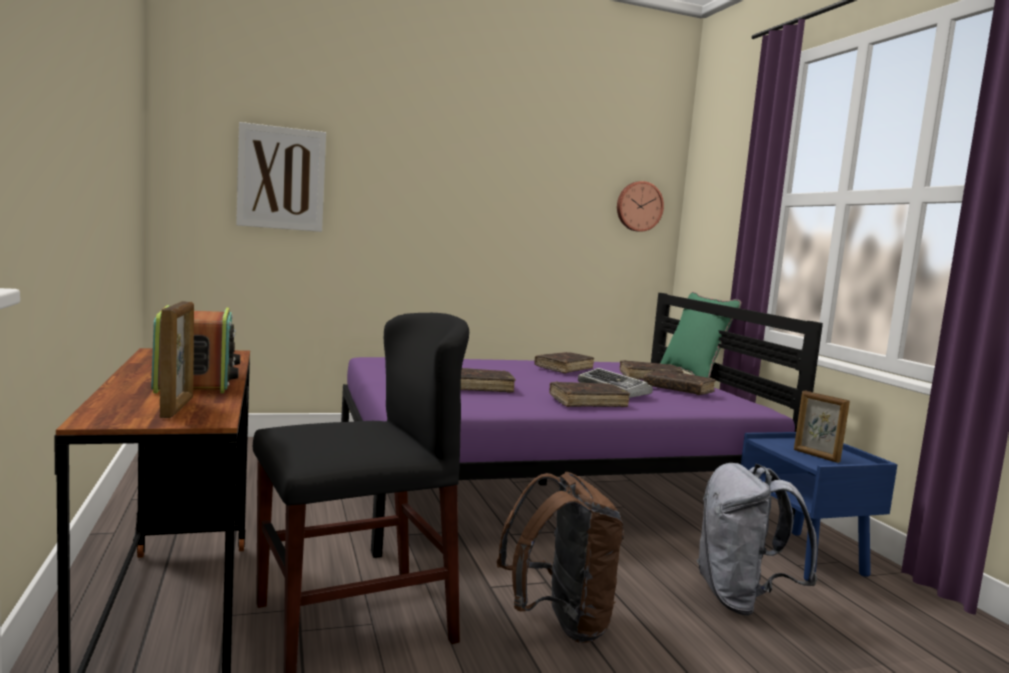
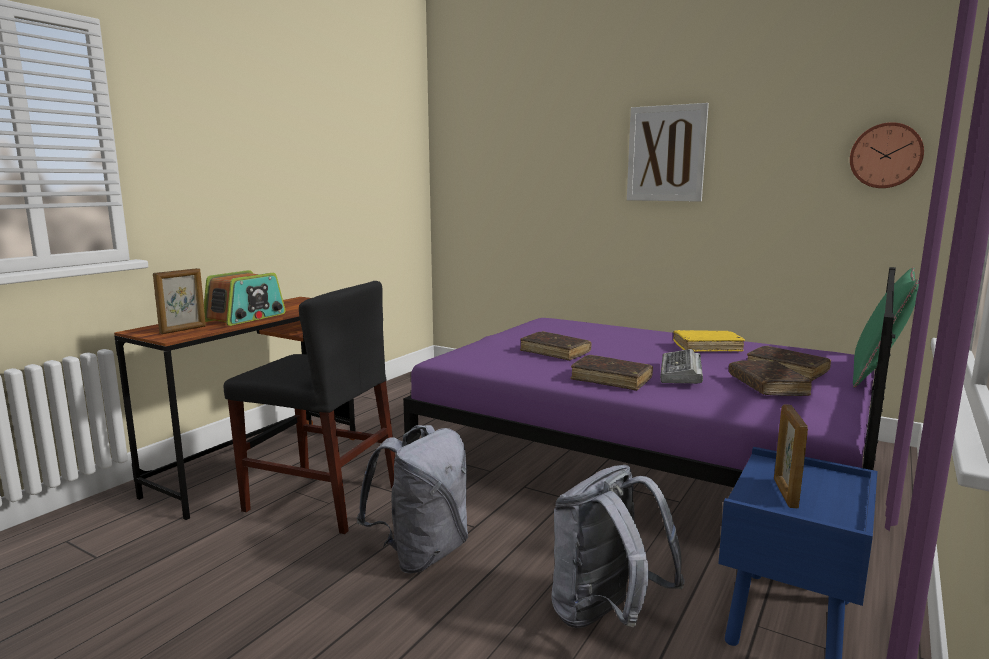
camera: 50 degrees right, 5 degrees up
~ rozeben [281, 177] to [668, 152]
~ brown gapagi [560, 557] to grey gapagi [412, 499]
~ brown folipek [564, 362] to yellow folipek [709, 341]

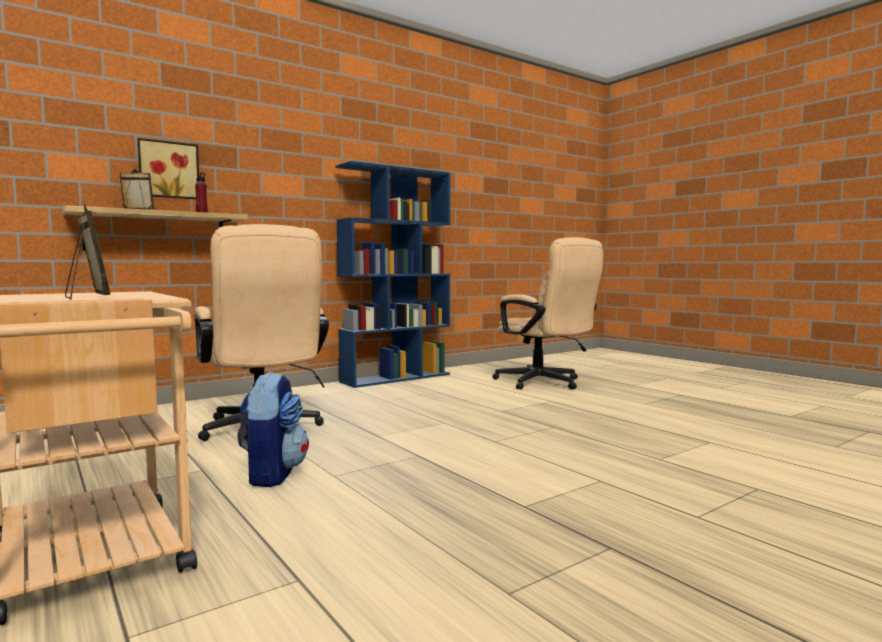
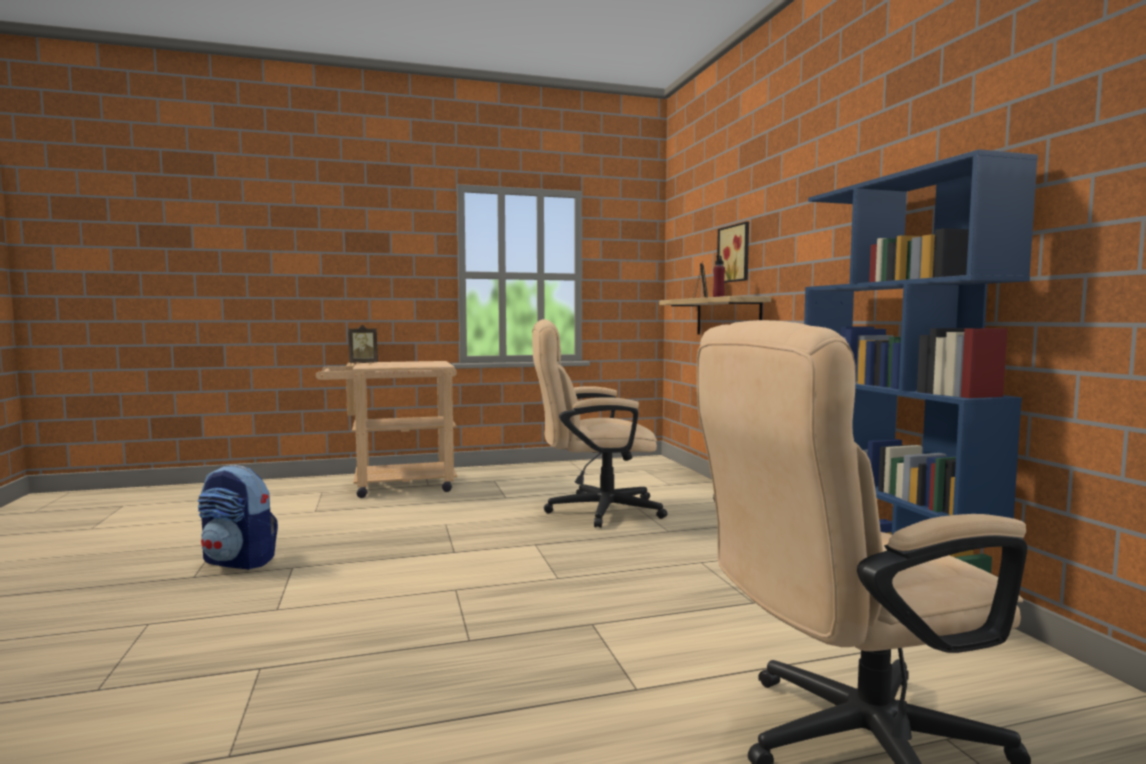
camera: 110 degrees right, 0 degrees up
~ gapagi [273, 429] to [237, 517]

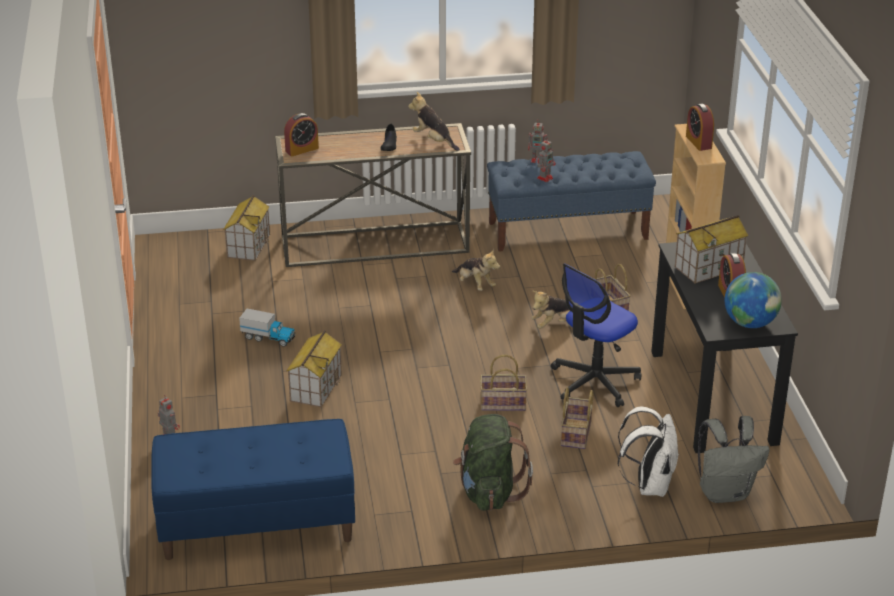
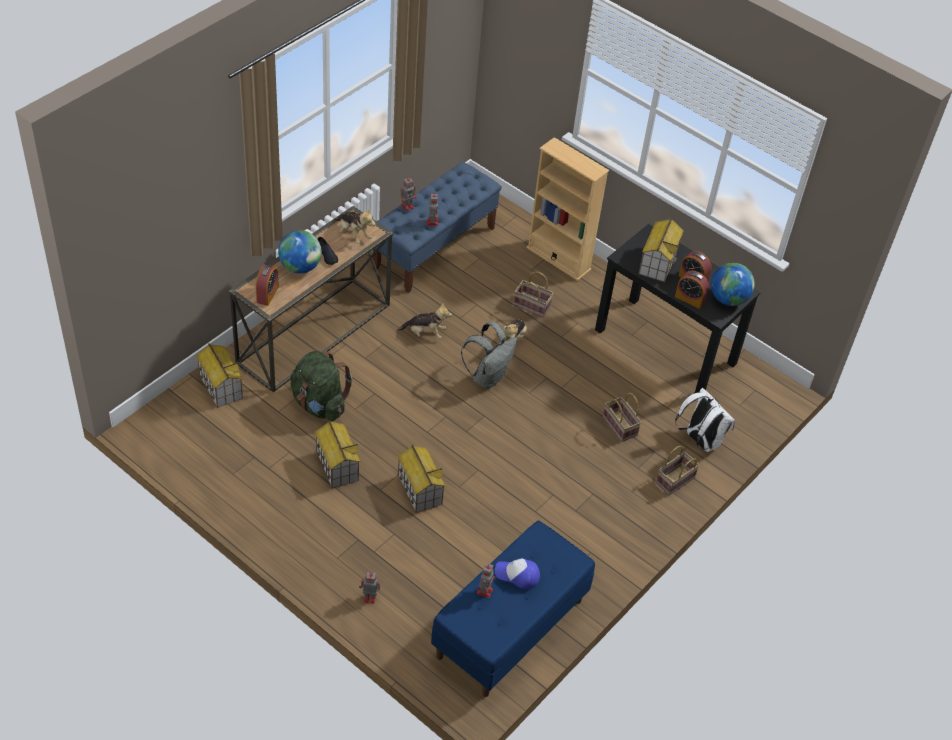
camera: 45 degrees left, 15 degrees up
~ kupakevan [267, 328] to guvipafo [337, 455]
~ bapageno [434, 121] = [355, 226] 135 degrees counterclockwise
~ green gapagi [493, 462] to [321, 386]
~ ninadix [503, 383] to [678, 470]
- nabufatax [596, 335]
~ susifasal [700, 127] to [692, 290]
~ grey gapagi [733, 459] to [489, 355]
+ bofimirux [300, 252]
+ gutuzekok [486, 580]
+ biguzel [517, 573]

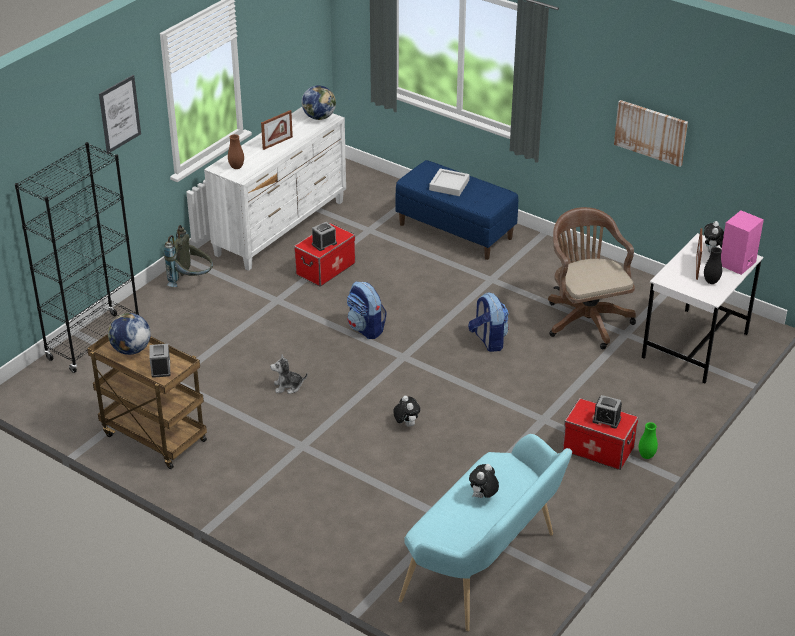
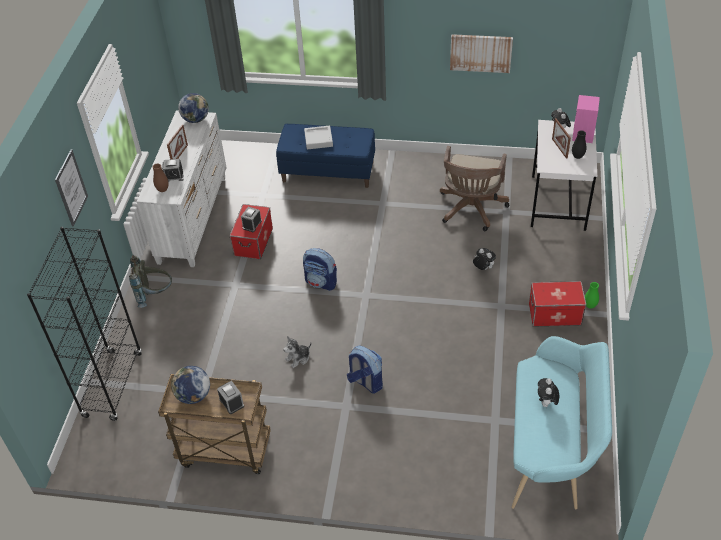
camera: 25 degrees left, 10 degrees up
~ bapageno [406, 411] to [484, 259]
~ gapagi [488, 322] to [365, 369]
~ brown nabufatax [592, 278] = [475, 188] 120 degrees counterclockwise
~ susifasal [607, 412] to [173, 170]

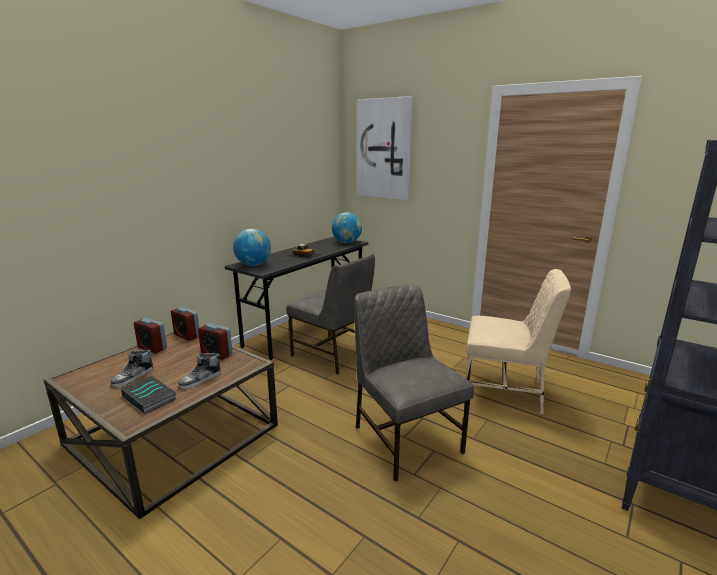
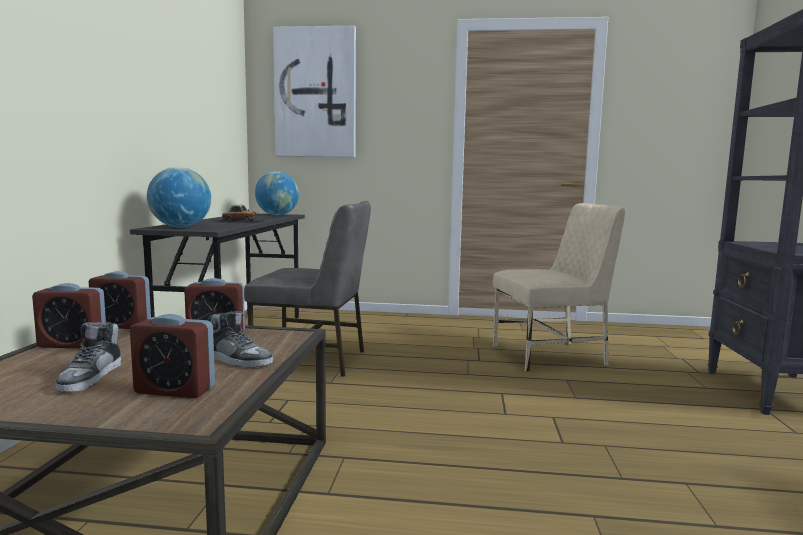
camera: 30 degrees left, 10 degrees down
~ folipek [148, 395] to susifasal [172, 356]
~ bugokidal [199, 371] = [240, 339] 75 degrees counterclockwise
- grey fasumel [414, 383]

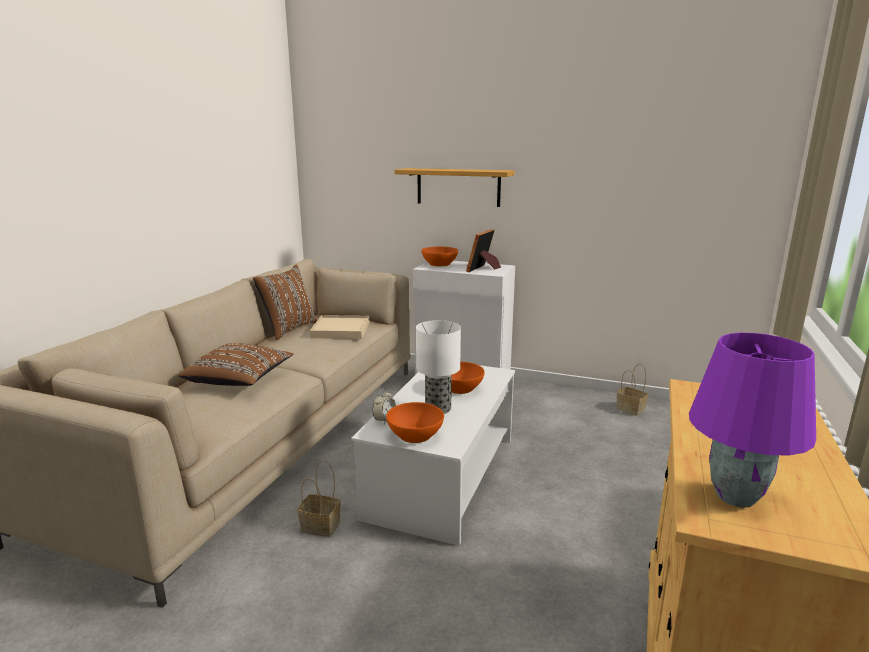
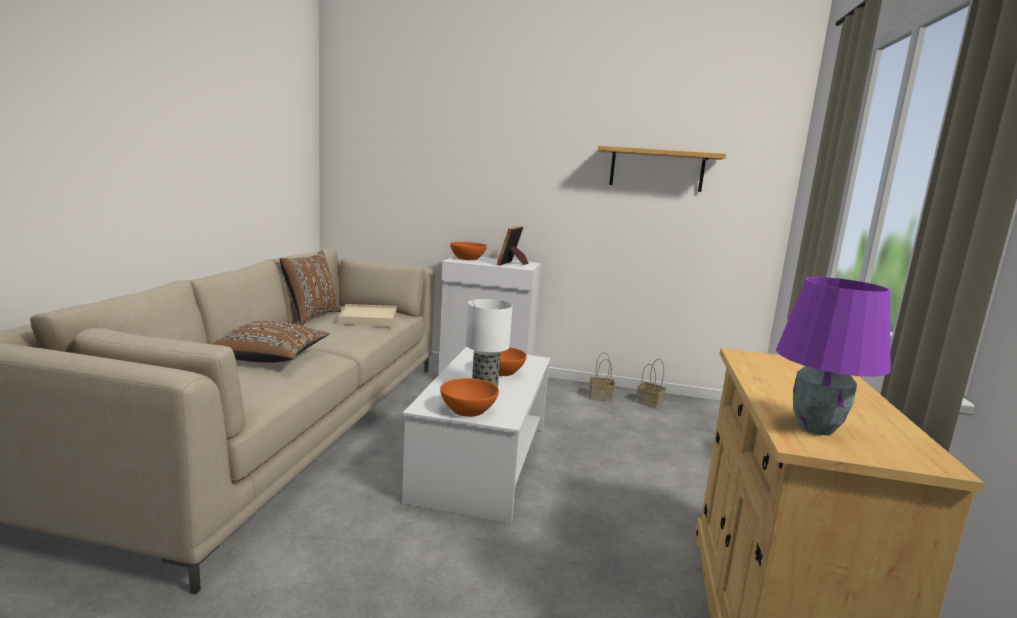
camera: 10 degrees left, 5 degrees down
~ ninadix [319, 498] to [602, 377]
- susifasal [384, 406]
~ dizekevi [454, 187] to [662, 169]

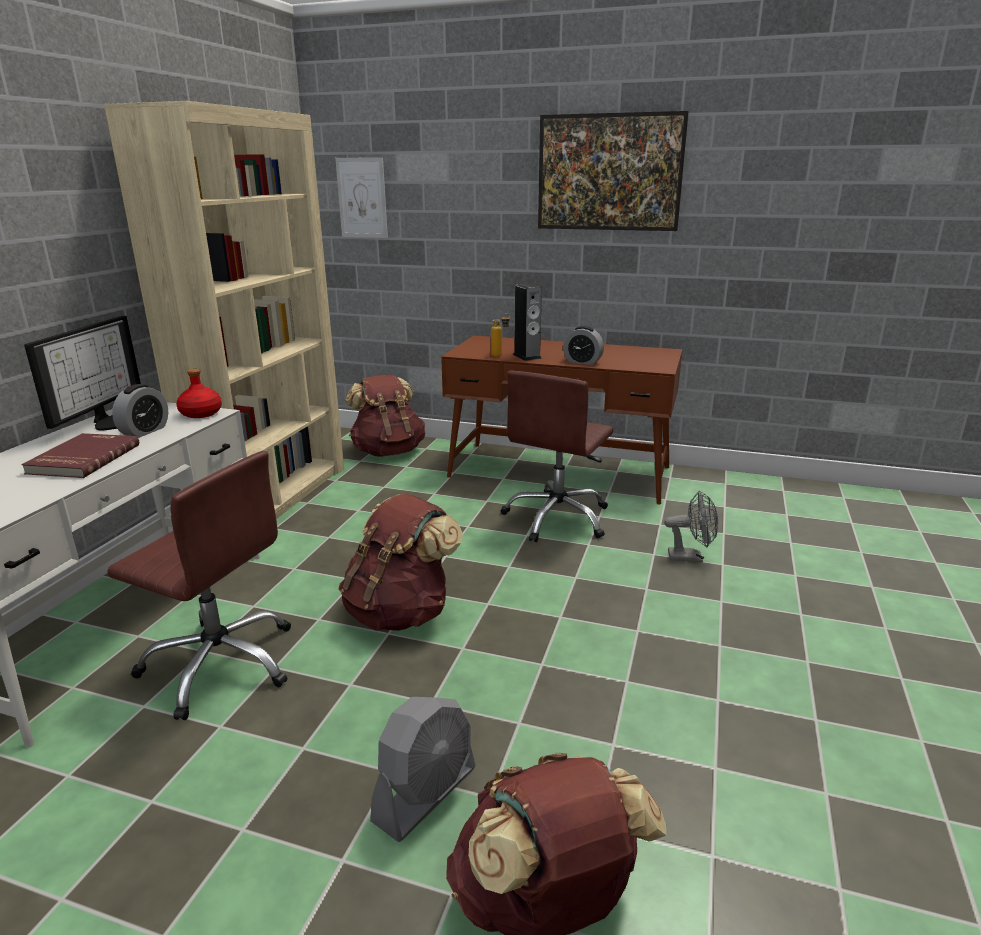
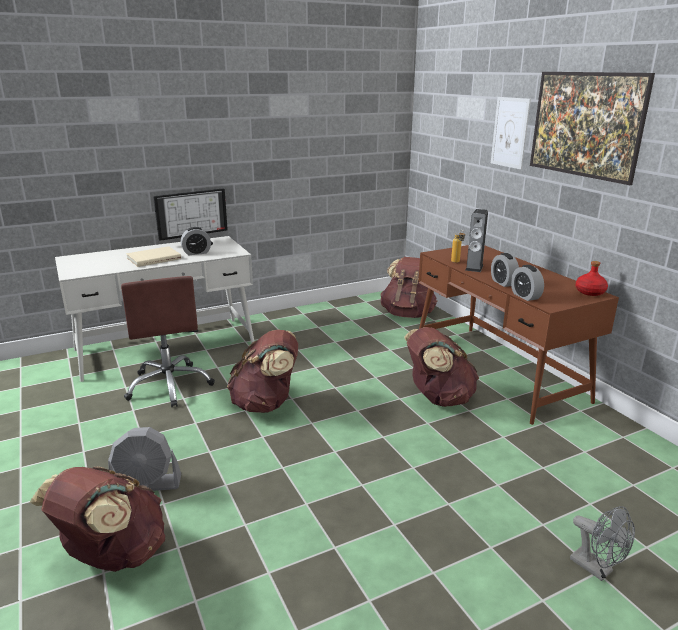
camera: 45 degrees right, 0 degrees up
~ red folipek [80, 455] to beige folipek [153, 256]
- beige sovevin [224, 310]
~ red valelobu [199, 393] to [591, 278]
~ rozeben [361, 197] to [511, 133]
~ brown nabufatax [557, 456] to brown gapagi [441, 367]
~ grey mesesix [691, 526] to [602, 543]
+ susifasal [527, 283]

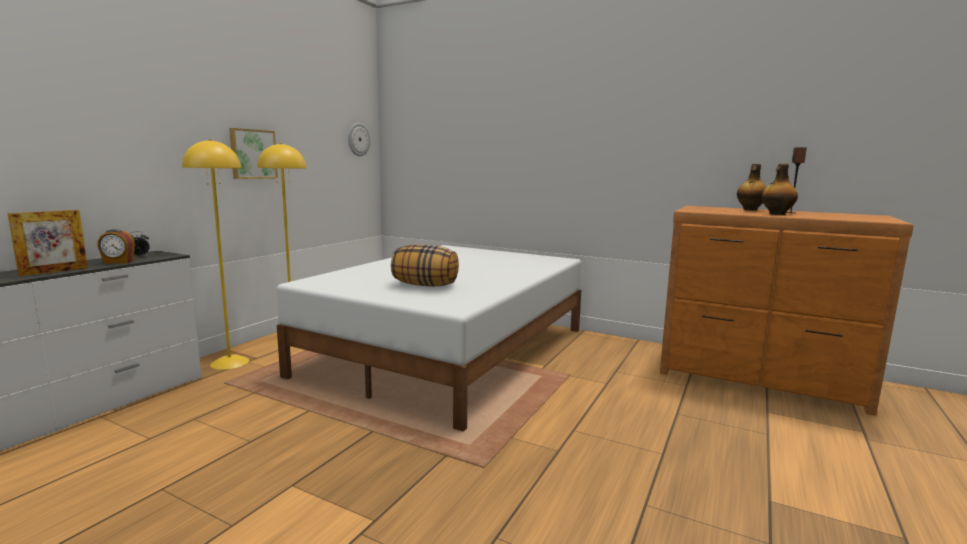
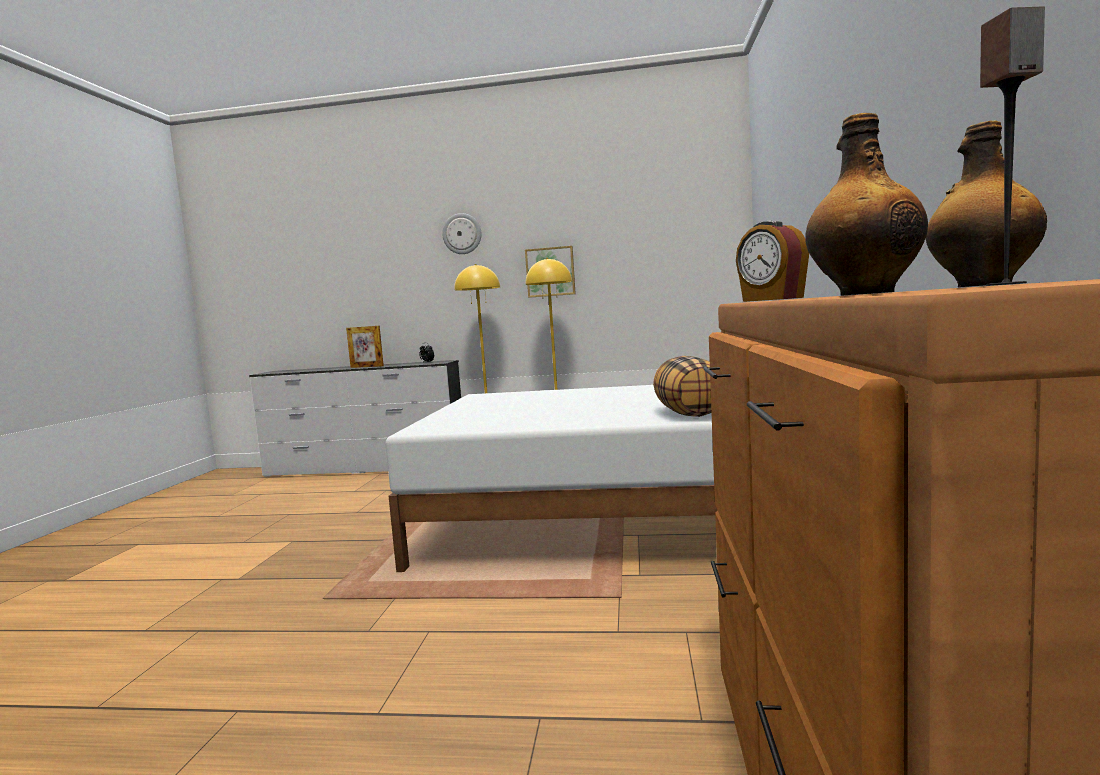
camera: 70 degrees right, 5 degrees down
~ susifasal [116, 246] to [772, 261]
~ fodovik [359, 139] to [461, 233]
~ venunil [425, 266] to [682, 386]

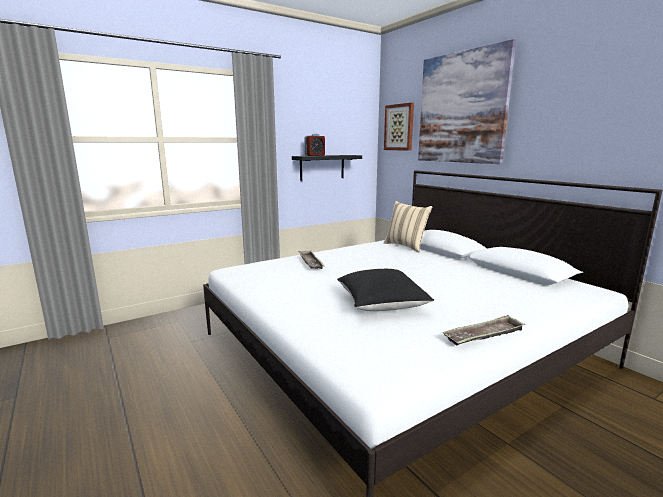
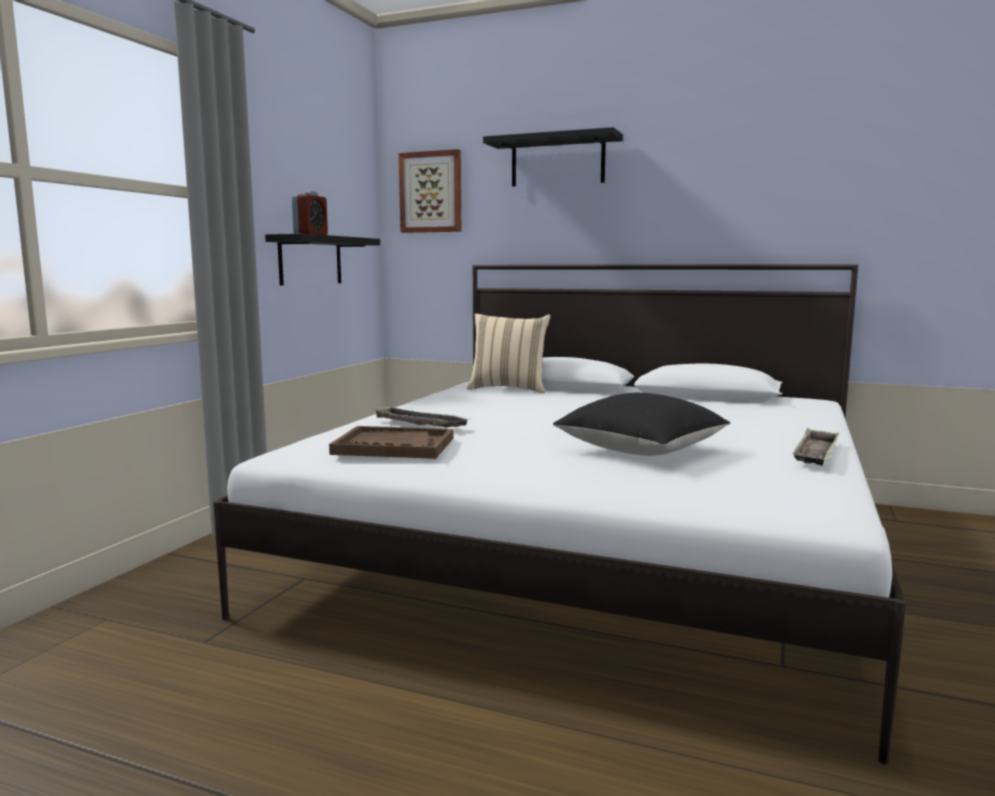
camera: 35 degrees left, 5 degrees down
~ rozeben [467, 101] to black dizekevi [553, 157]
+ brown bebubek [391, 442]

